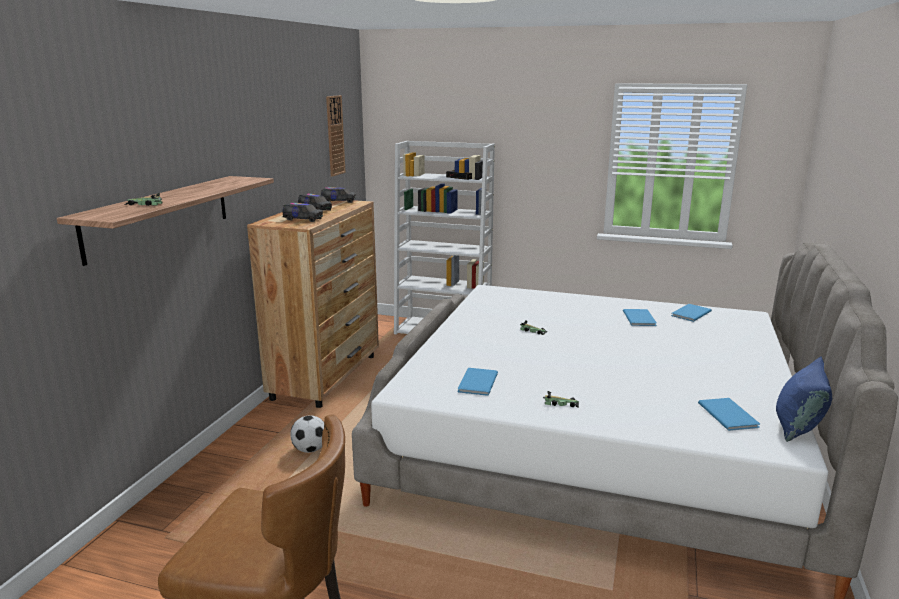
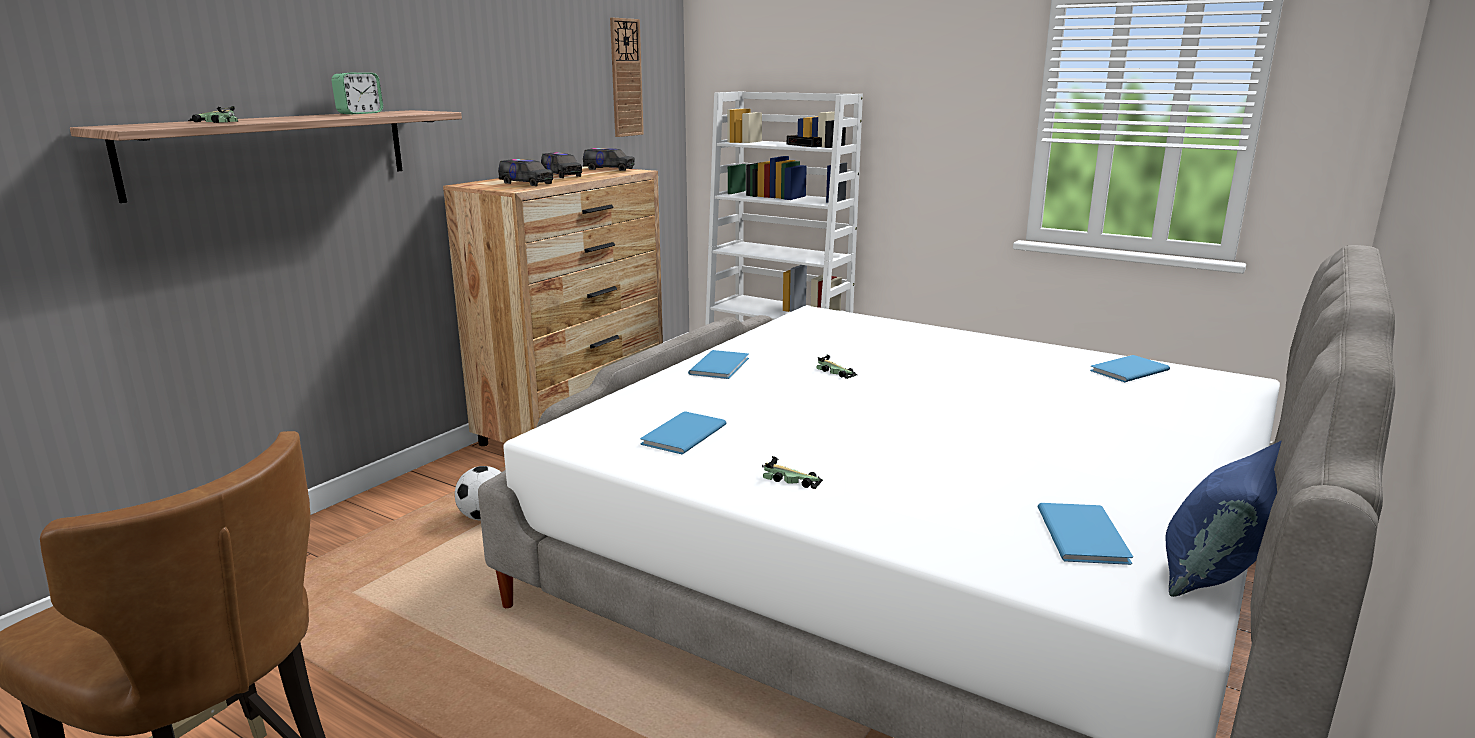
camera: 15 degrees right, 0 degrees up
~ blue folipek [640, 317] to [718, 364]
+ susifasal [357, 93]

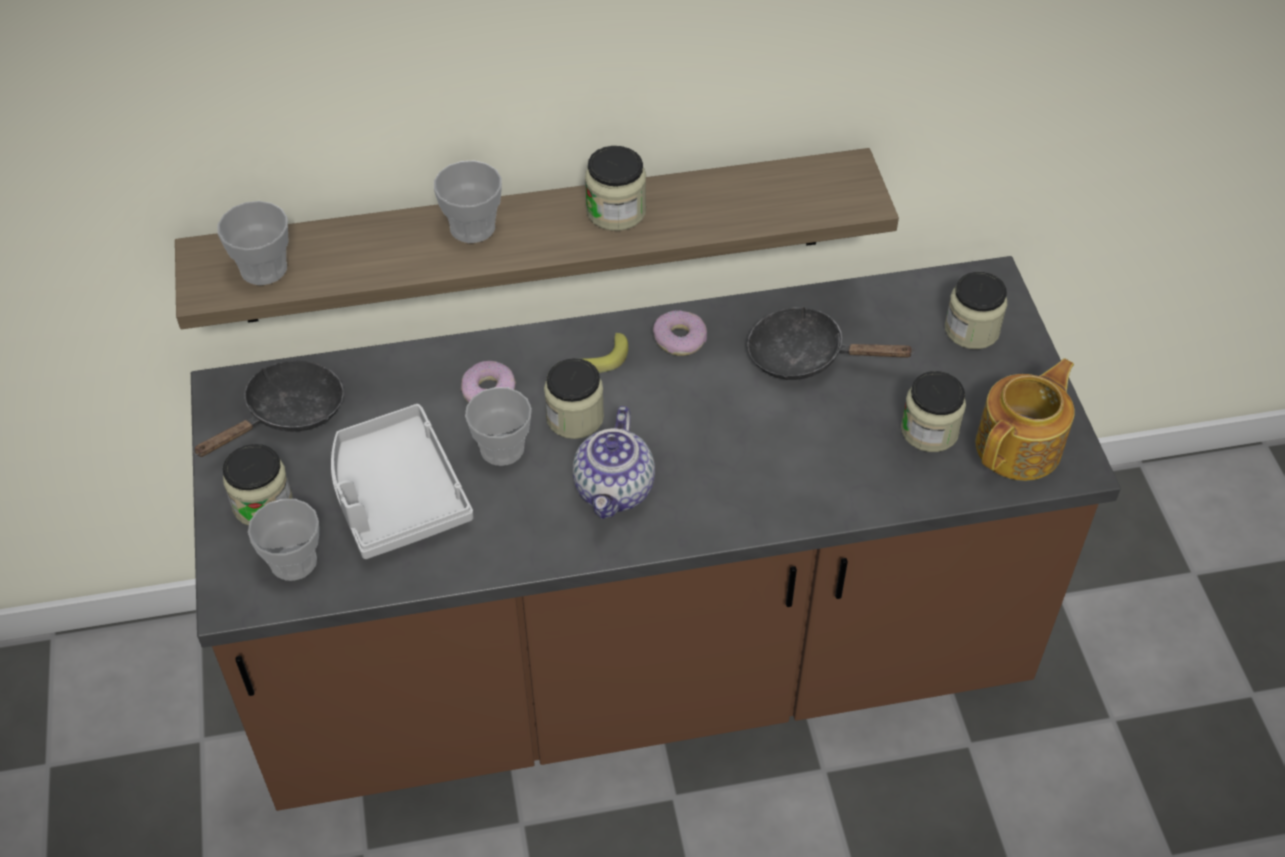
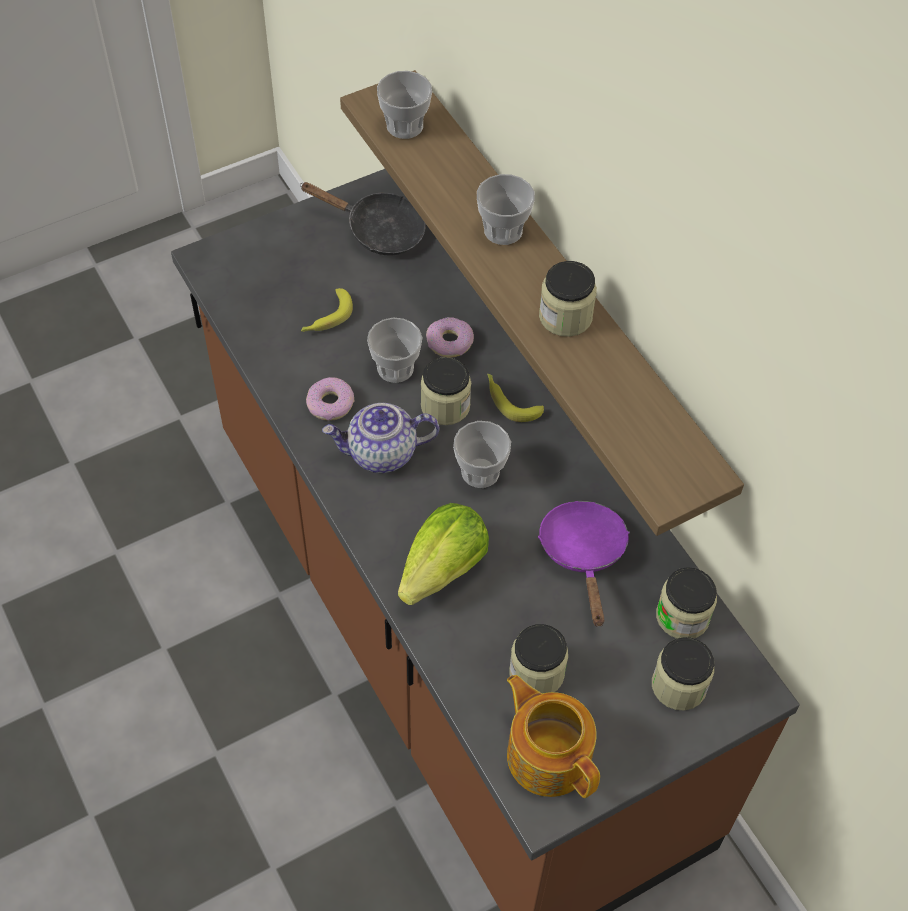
camera: 70 degrees right, 5 degrees up
~ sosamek [258, 485] to [686, 602]
~ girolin [283, 540] to [482, 454]
~ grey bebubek [402, 481] to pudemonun [327, 310]
~ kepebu [680, 333] to [330, 399]
~ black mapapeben [831, 343] to purple mapapeben [584, 564]
~ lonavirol [1025, 419] = [553, 736] 150 degrees counterclockwise
+ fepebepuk [443, 554]

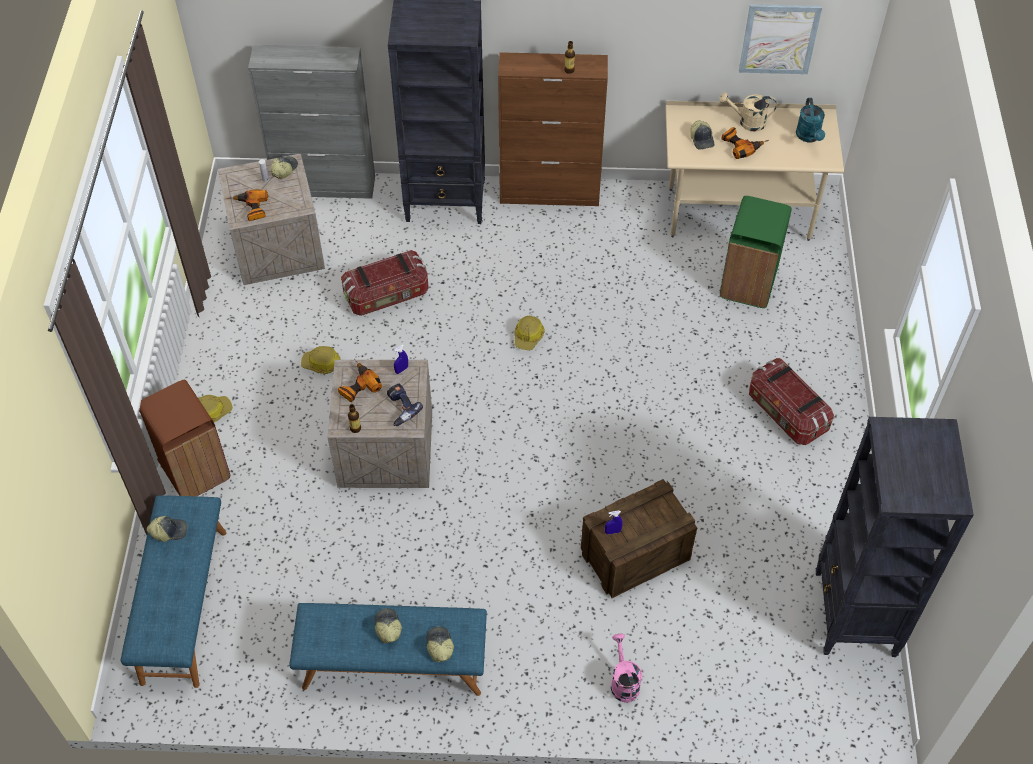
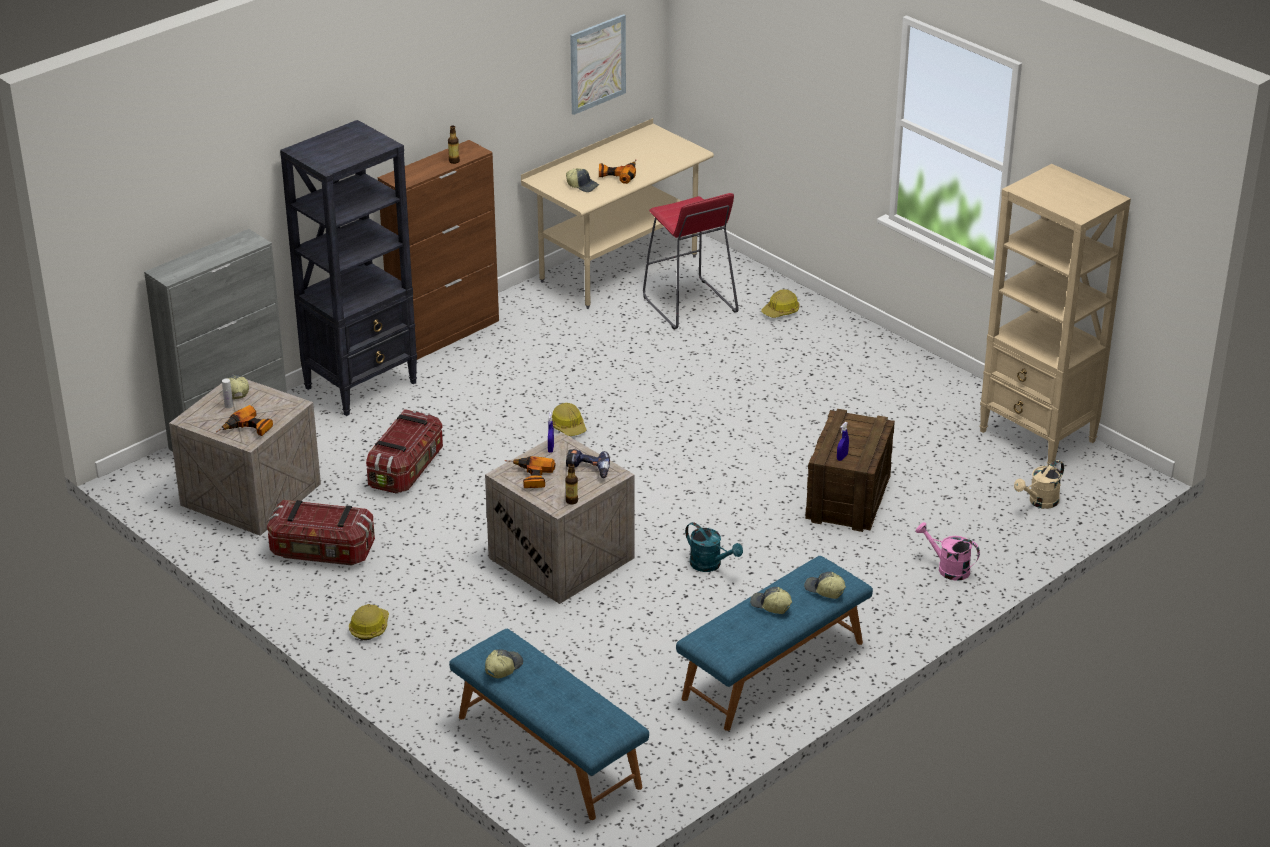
camera: 45 degrees left, 20 degrees down
- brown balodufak [184, 438]
~ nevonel [321, 360] to [780, 303]
~ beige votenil [747, 112] to [1039, 484]
~ green balodufak [756, 252] to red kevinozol [691, 261]
~ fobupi [791, 401] to [321, 532]
~ turquoise votenil [810, 120] to [714, 547]
~ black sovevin [895, 537] to beige sovevin [1055, 315]

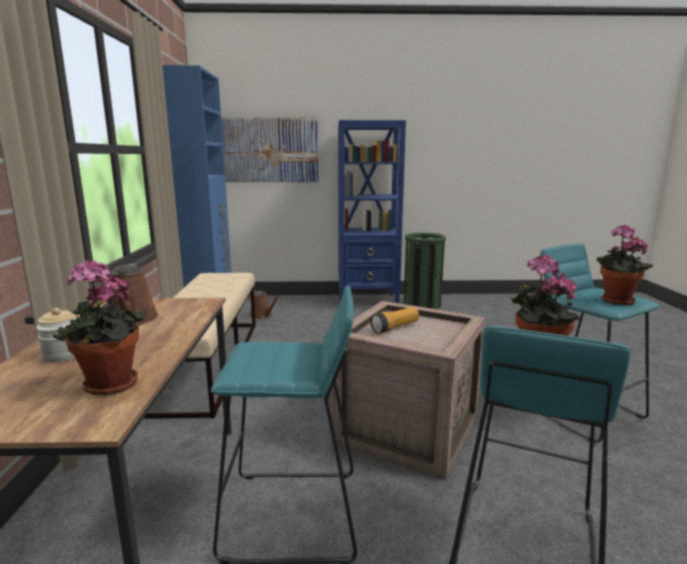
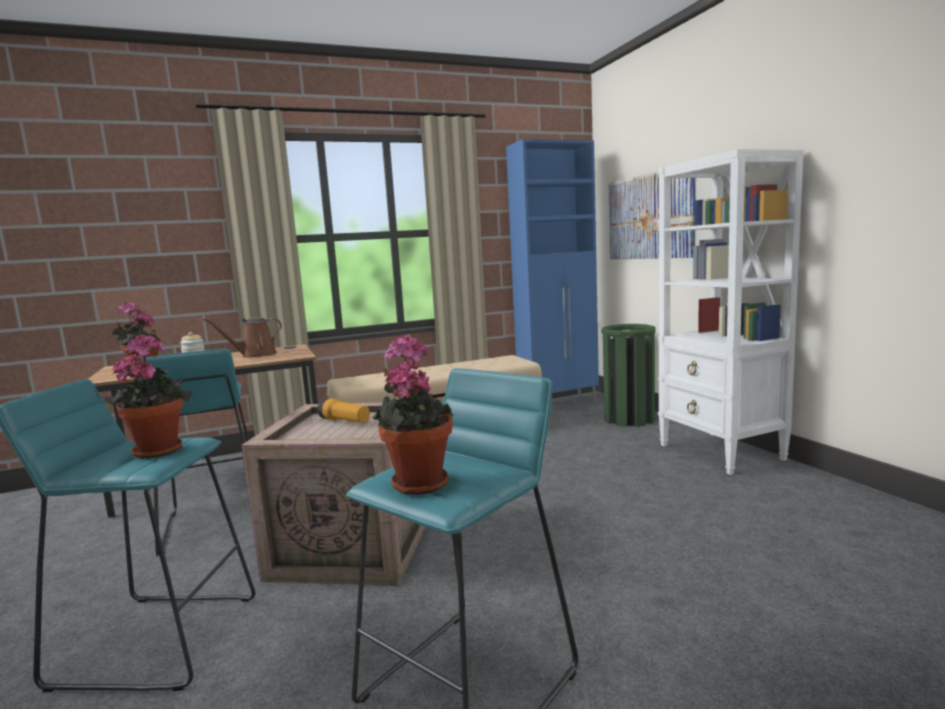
camera: 70 degrees right, 5 degrees down
- brown votenil [264, 305]
~ blue sovevin [372, 211] to white sovevin [731, 312]
~ green balodufak [425, 271] to [628, 375]

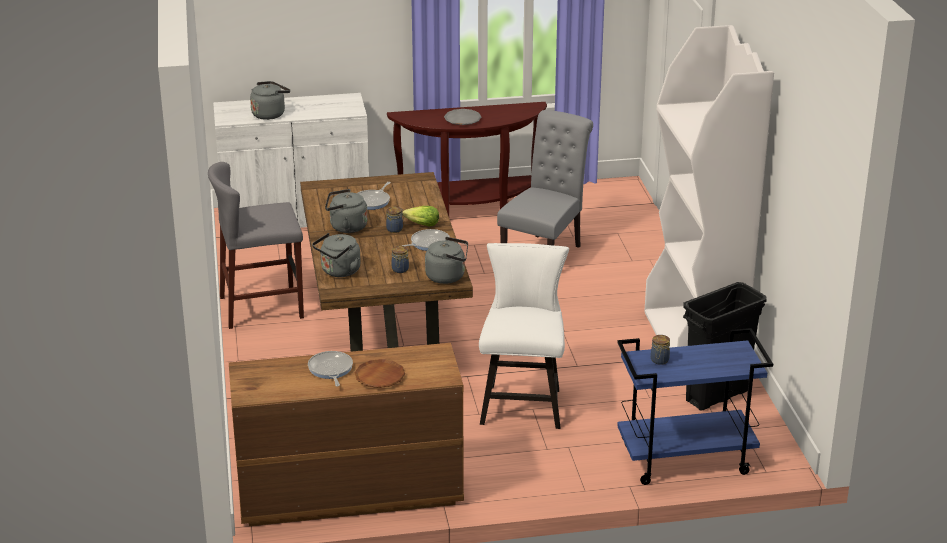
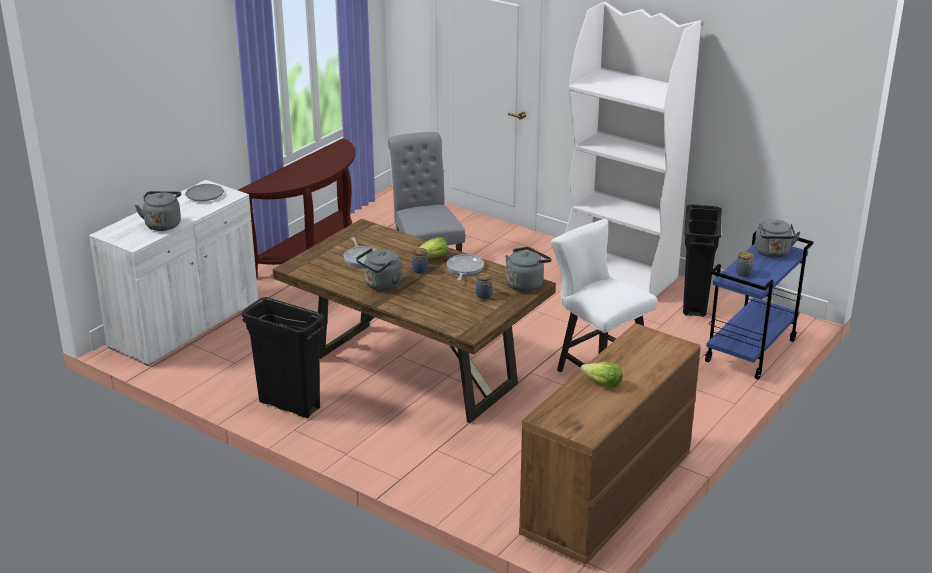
camera: 45 degrees left, 0 degrees up
~ grey kevinozol [256, 245] to black balodufak [283, 357]
~ mapapeben [330, 369] to fepebepuk [601, 374]
~ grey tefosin [336, 255] to [777, 238]
- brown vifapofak [380, 373]
~ grey vifapofak [462, 117] to [204, 192]

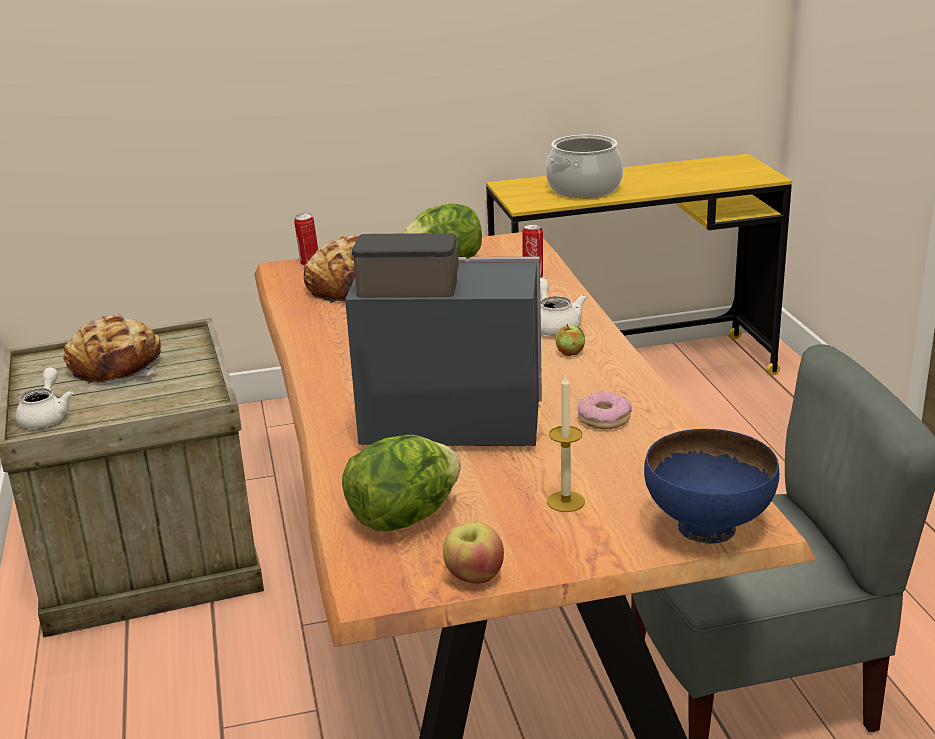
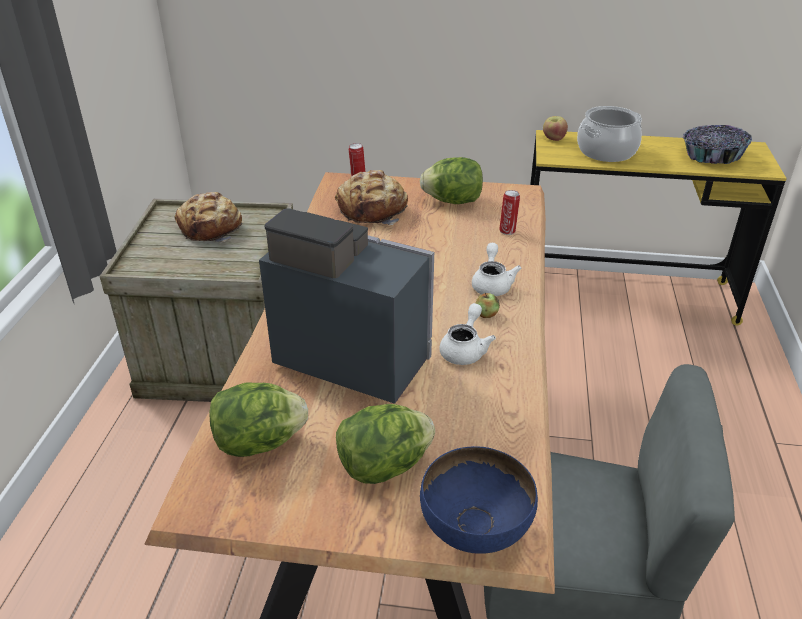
camera: 20 degrees right, 10 degrees up
~ white lonavirol [44, 398] to [467, 334]
~ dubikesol [473, 553] to [555, 128]
~ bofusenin [566, 443] to fepebepuk [385, 444]
- kepebu [604, 410]
+ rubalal [717, 144]

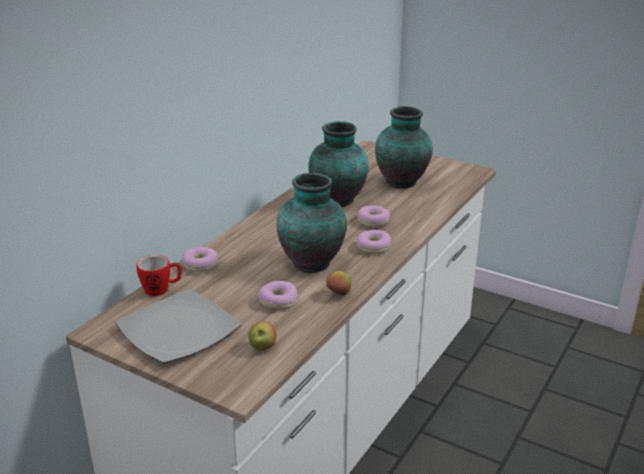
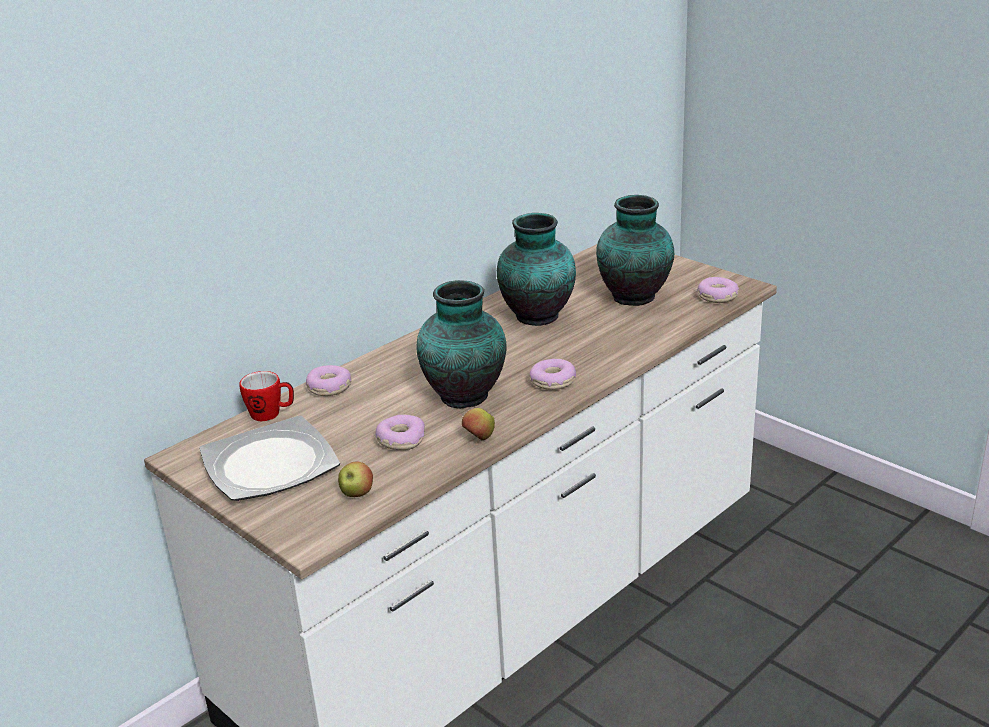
camera: 15 degrees right, 0 degrees up
~ kepebu [373, 216] to [718, 290]

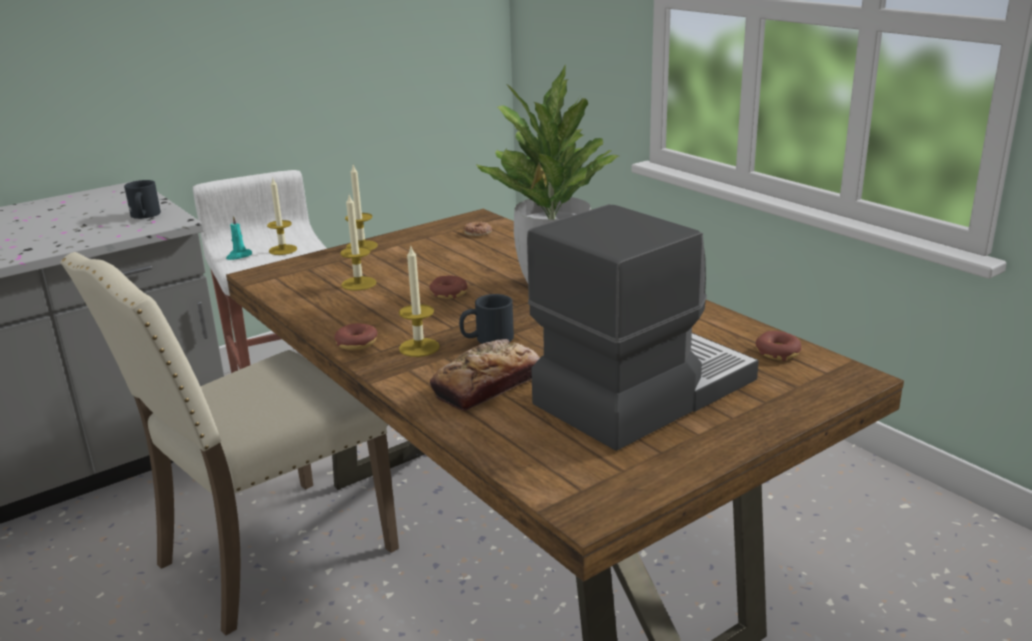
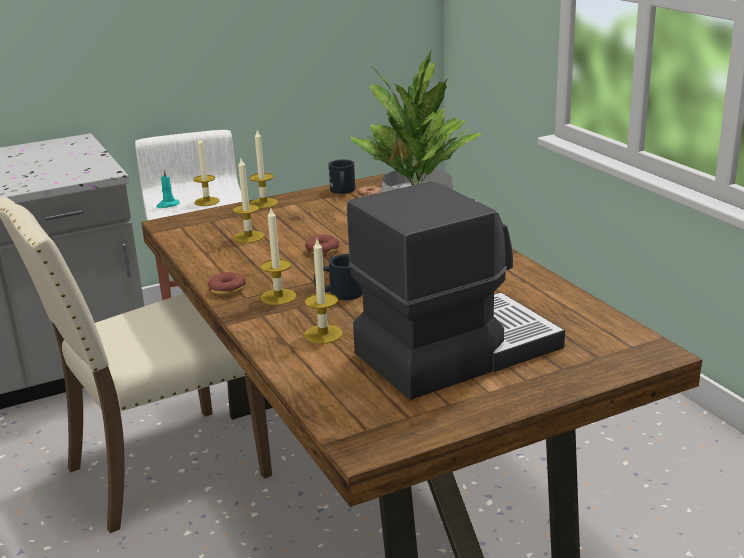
camera: 10 degrees right, 0 degrees up
~ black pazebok [142, 199] to [341, 176]
~ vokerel [485, 375] to bofusenin [323, 291]
- kepebu [778, 346]

